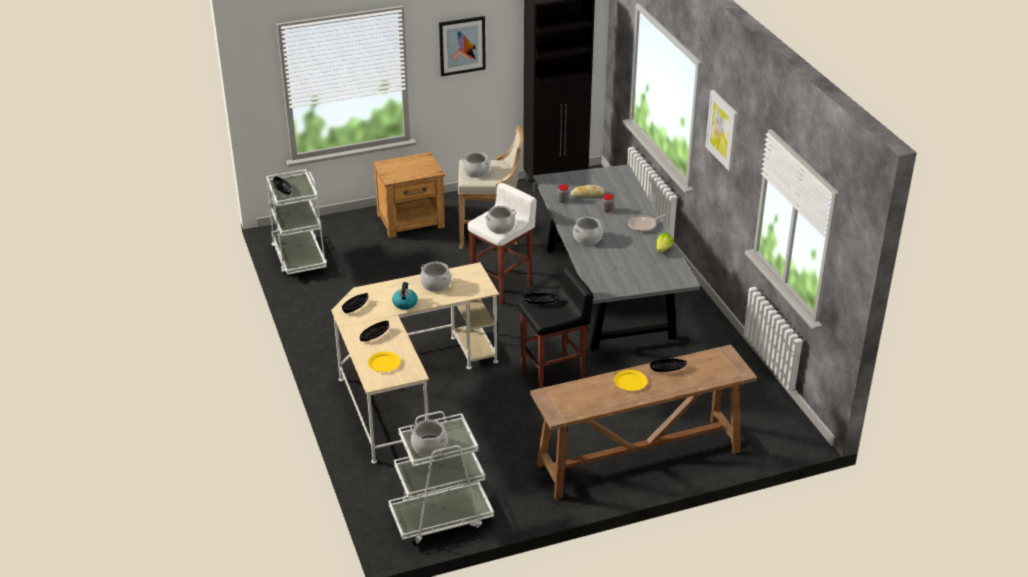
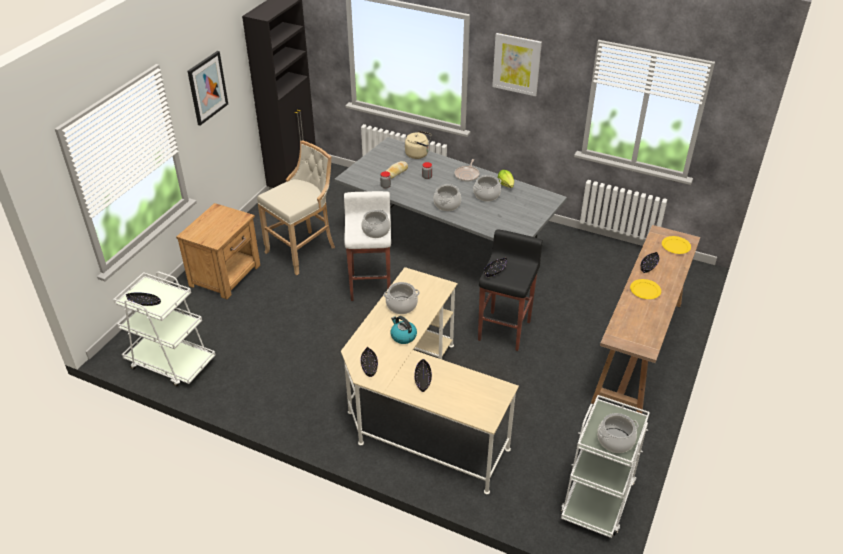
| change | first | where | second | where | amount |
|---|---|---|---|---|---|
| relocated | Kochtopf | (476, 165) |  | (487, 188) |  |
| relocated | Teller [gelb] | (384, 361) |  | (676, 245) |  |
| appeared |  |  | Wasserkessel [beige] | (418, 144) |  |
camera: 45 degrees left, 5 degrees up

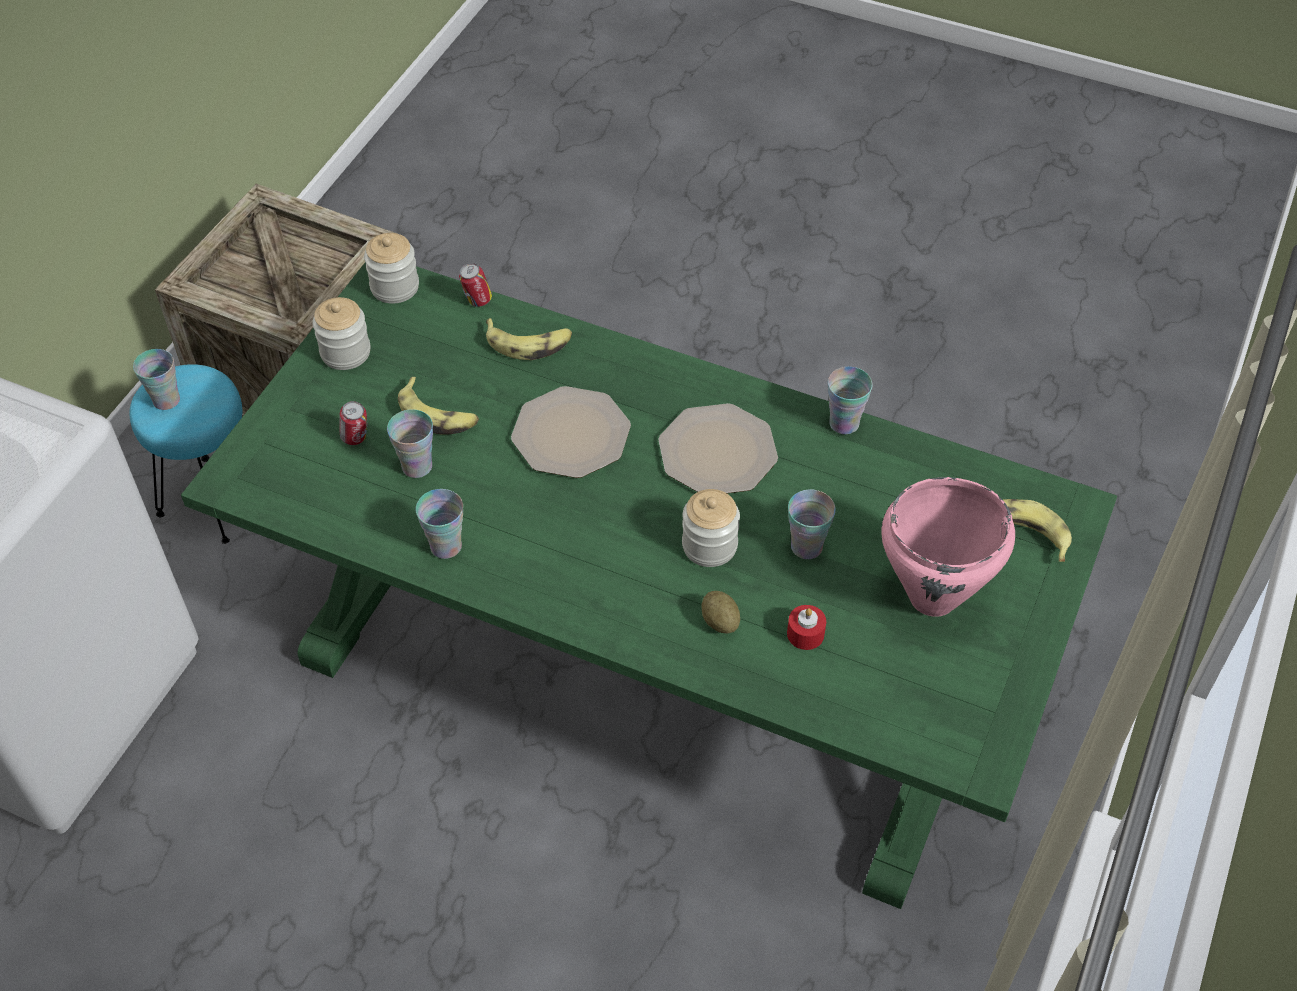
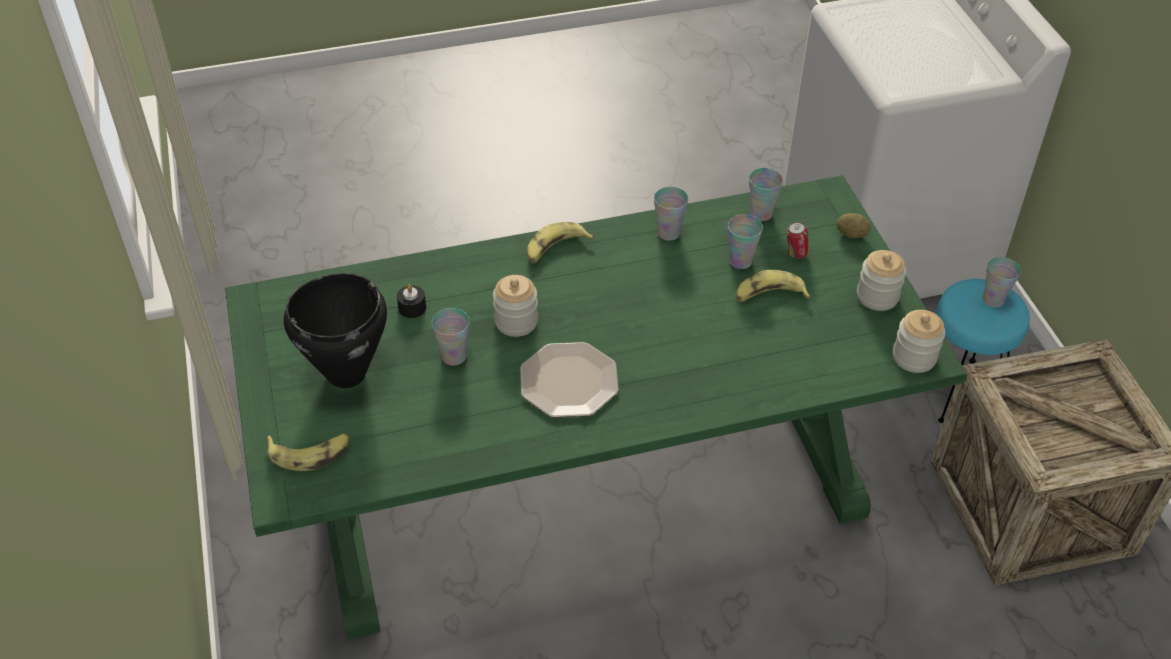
| change | first | where | second | where | amount |
|---|---|---|---|---|---|
| missing | Dose | (475, 285) |  |  |  |
| relocated | Banane | (529, 339) |  | (560, 243) |  |
| relocated | Tasse | (850, 400) |  | (766, 194) |  |
| missing | Teller | (571, 432) |  |  |  |
| colour | Kochtopf [rosa] | (948, 547) | Kochtopf [schwarz] | (335, 330) |  |
| relocated | Kartoffel | (720, 612) |  | (853, 226) |  |
| colour | Kerze [rot] | (806, 627) | Kerze [schwarz] | (411, 301) |  |
camera: 140 degrees right, 5 degrees down

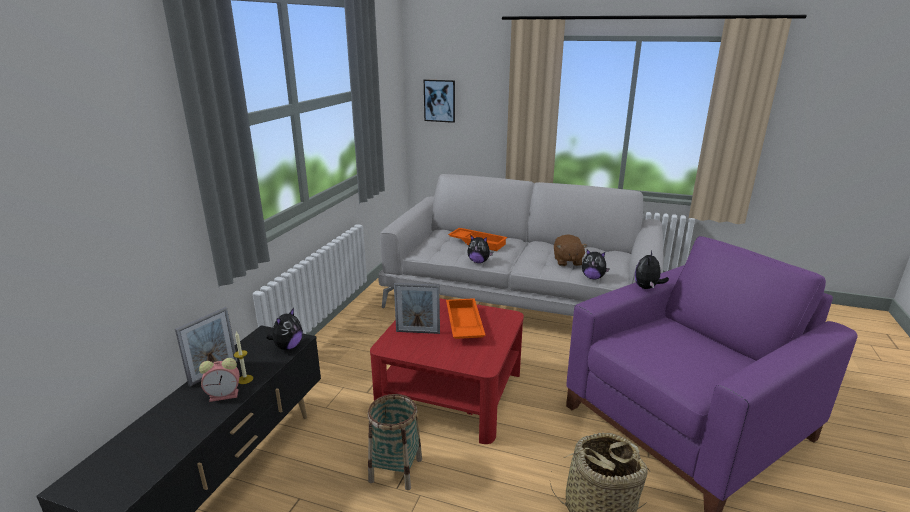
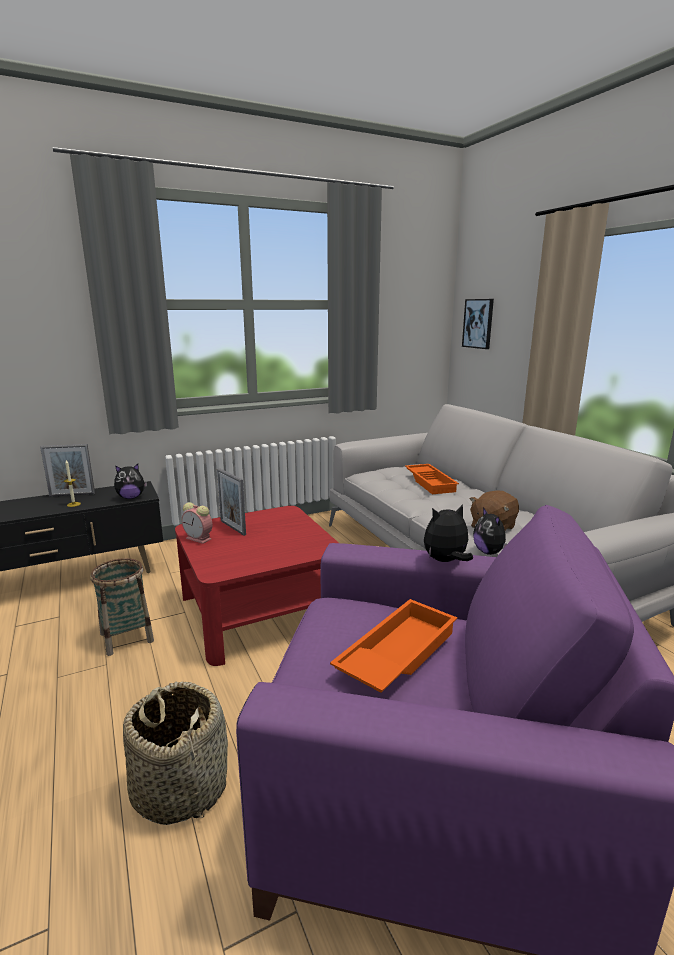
| change | first | where | second | where | amount |
|---|---|---|---|---|---|
| missing | Plüschtier | (480, 249) |  |  |  |
| relocated | Tablett [orange] | (466, 318) |  | (393, 645) |  |
| relocated | Wecker | (219, 380) |  | (197, 523) |  |
camera: 45 degrees right, 5 degrees down

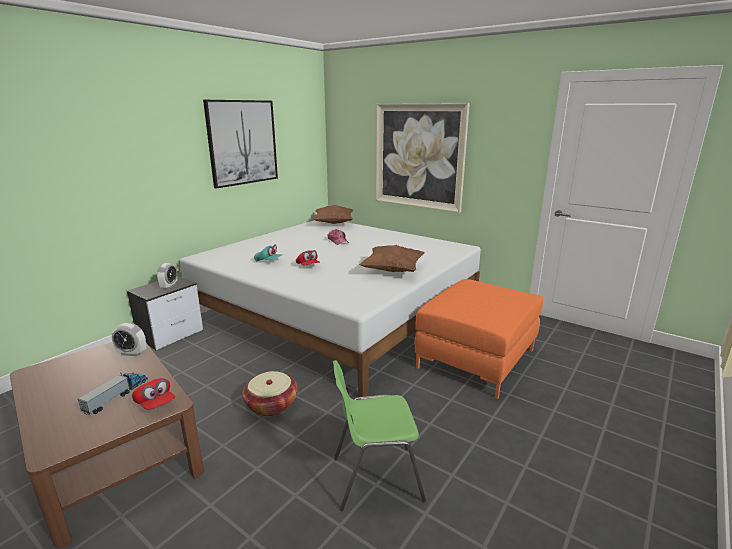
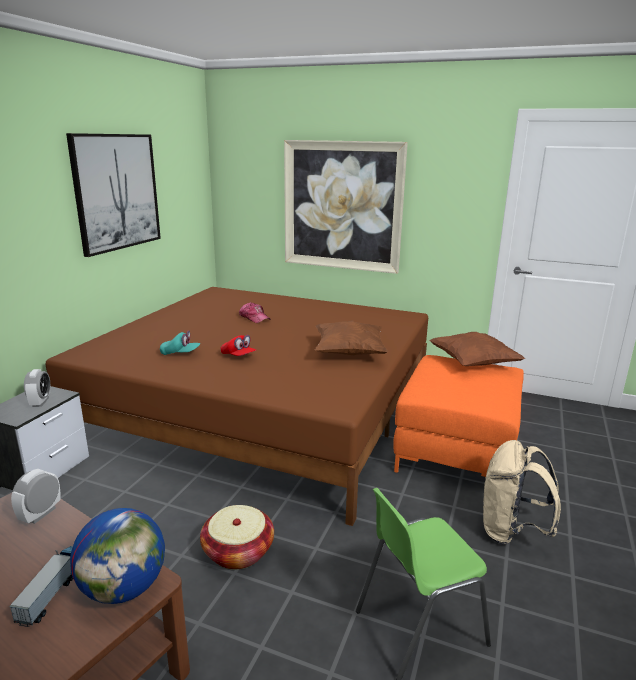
| change | first | where | second | where | amount |
|---|---|---|---|---|---|
| relocated | Kissen [braun] | (333, 214) |  | (477, 349) |  |
| colour | Bett [weiß] | (330, 308) | Bett [braun] | (236, 406) |  |
| spun | Wecker | (128, 339) |  | (36, 496) | 120 degrees clockwise |
| exchanged | Kappe [rot] | (153, 394) | Globus | (117, 556) |  |
| appeared |  |  | Rucksack [beige] | (522, 492) |  |
camera: 15 degrees left, 0 degrees up

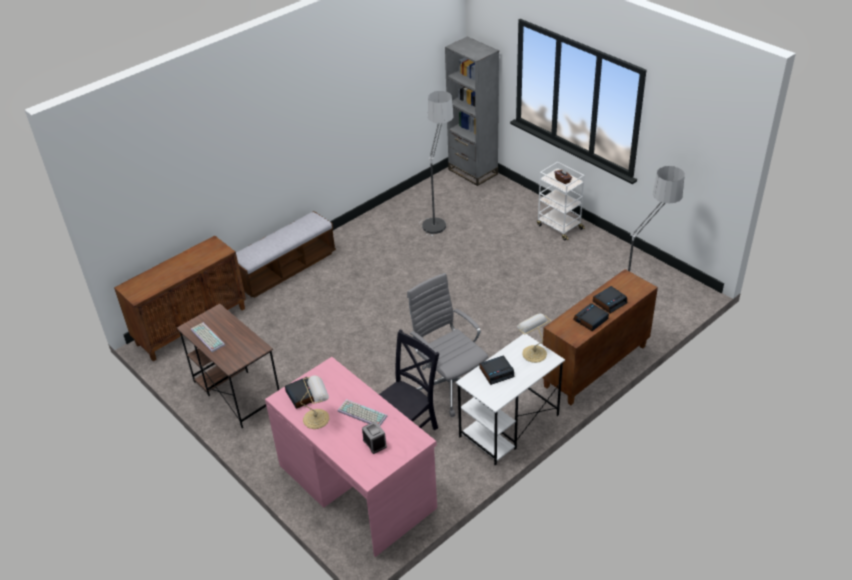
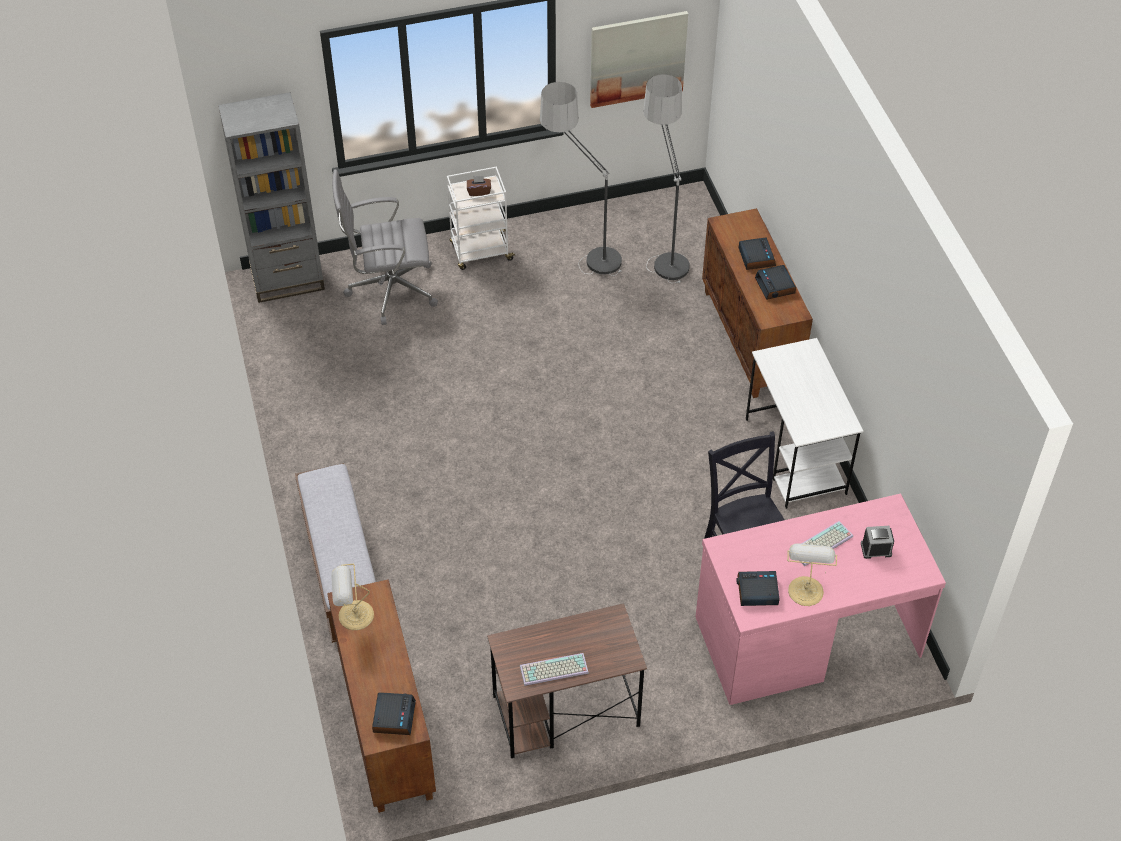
| change | first | where | second | where | amount |
|---|---|---|---|---|---|
| relocated | Stehlampe | (436, 163) |  | (581, 179) |  |
| relocated | Bürostuhl [grau] | (447, 345) |  | (385, 247) |  |
| relocated | Tischlampe | (534, 338) |  | (352, 597) |  |
| relocated | Wecker | (497, 370) |  | (394, 713) |  |
| appeared |  |  | Bild | (639, 59) |  |
camera: 65 degrees left, 10 degrees up

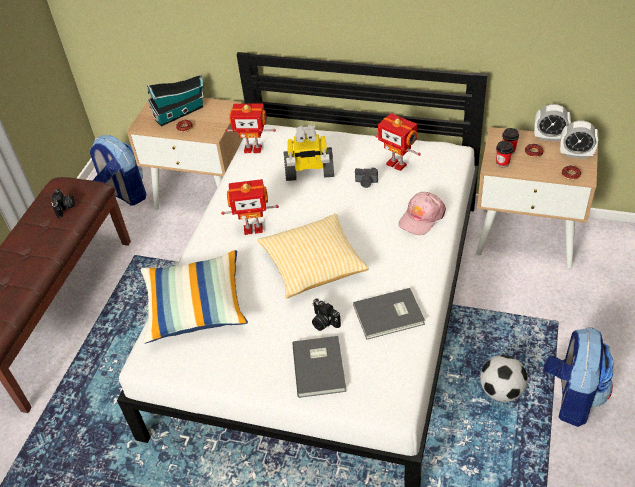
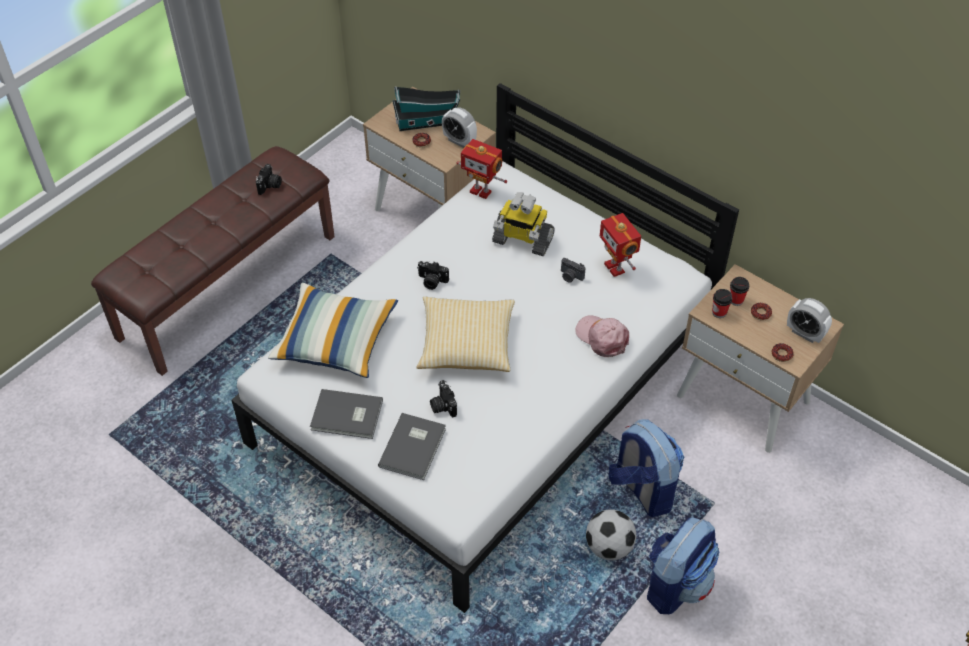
| change | first | where | second | where | amount |
|---|---|---|---|---|---|
| relocated | Wecker | (552, 122) |  | (459, 127) |  |
| relocated | Rucksack | (118, 170) |  | (646, 468) |  |
| exchanged | Spielzeugroboter | (250, 207) | Kamera | (433, 275) |  |
| spun | Kappe [rosa] | (422, 213) |  | (602, 336) | 75 degrees clockwise |
| relocated | Buch [grau] | (389, 314) |  | (346, 414) |  |
camera: 20 degrees right, 5 degrees up

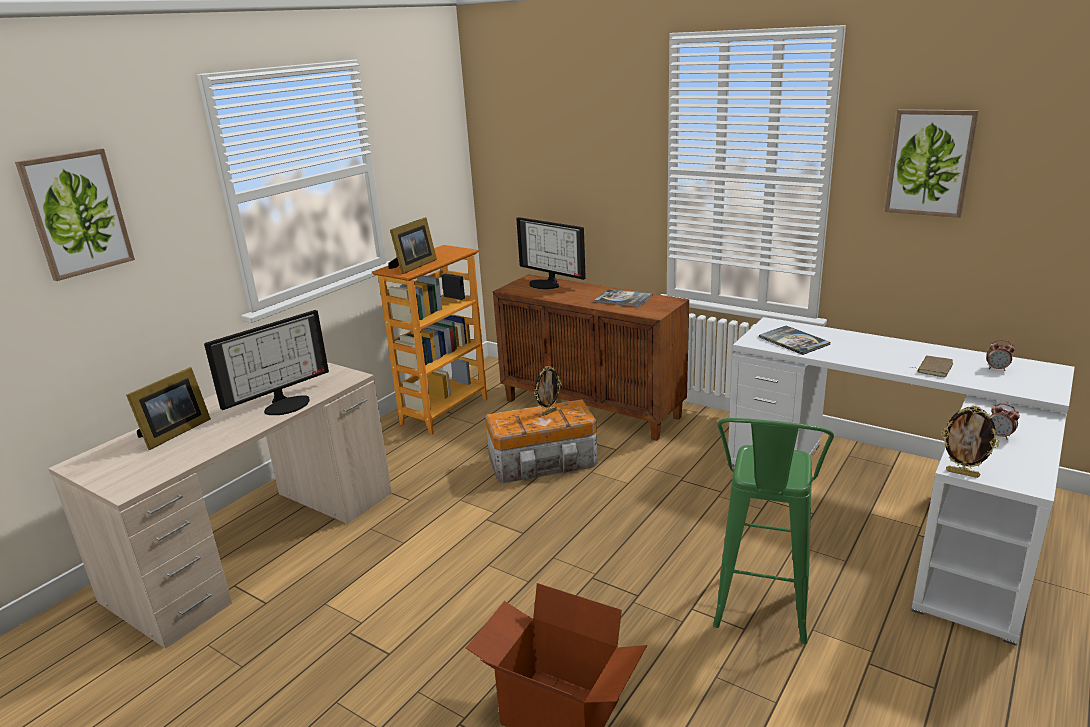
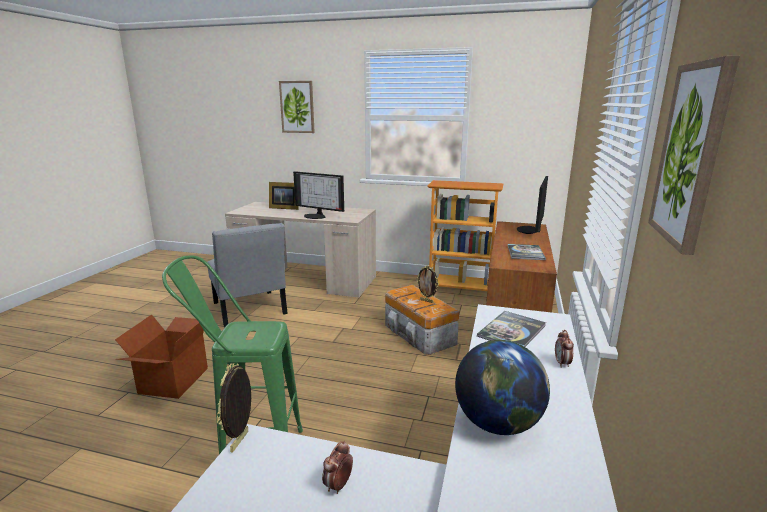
| change | first | where | second | where | amount |
|---|---|---|---|---|---|
| missing | Bilderrahmen | (412, 245) |  |  |  |
| relocated | Wecker | (1000, 355) |  | (564, 349) |  |
| exchanged | Buch [braun] | (933, 366) | Globus | (502, 387) |  |
| appeared |  |  | Stuhl [grau] | (247, 275) |  |
camera: 70 degrees right, 5 degrees down

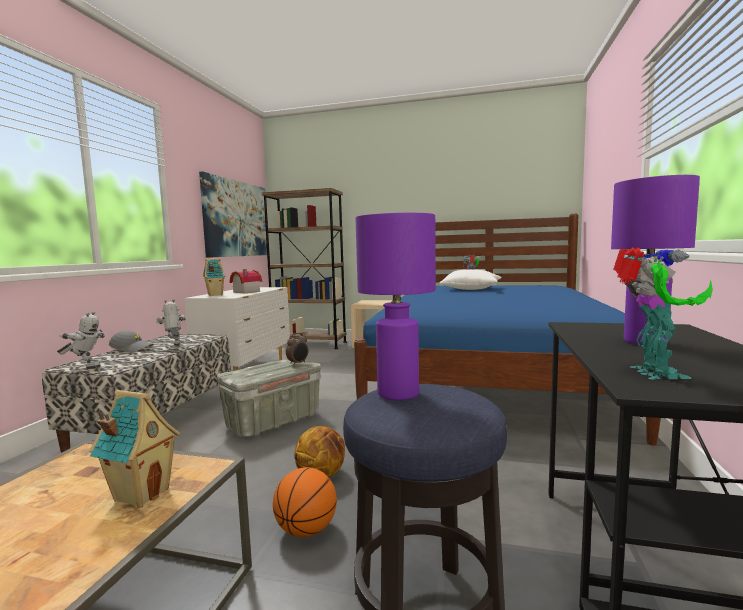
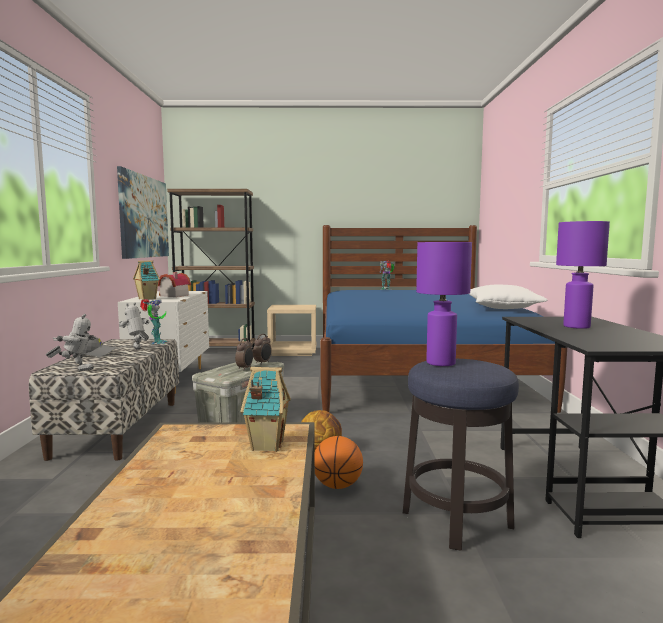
| change | first | where | second | where | amount |
|---|---|---|---|---|---|
| relocated | Spielzeugroboter | (663, 313) |  | (154, 321) |  |
| relocated | Kissen [weiß] | (470, 279) |  | (508, 297) |  |
| appeared |  |  | Wecker | (244, 353) |  |
camera: 15 degrees left, 0 degrees up

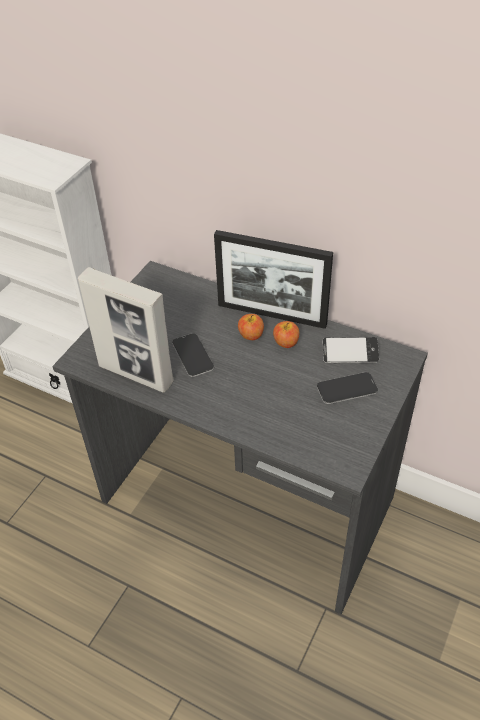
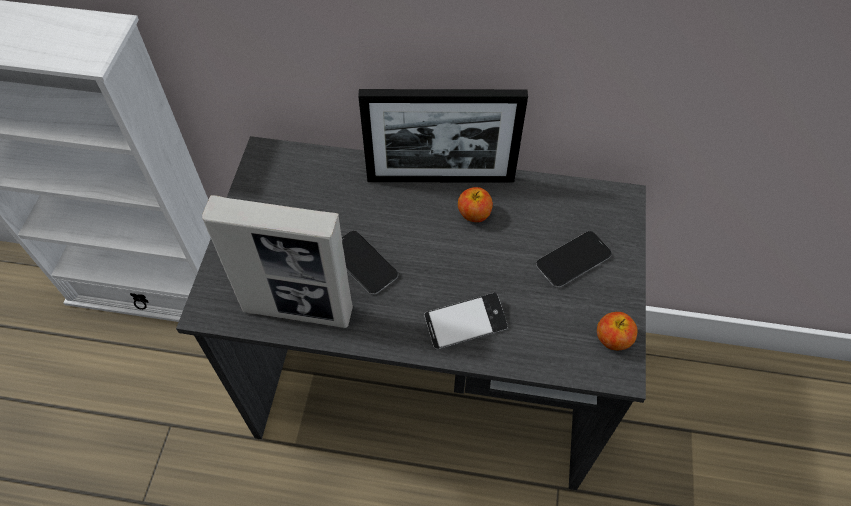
| change | first | where | second | where | amount |
|---|---|---|---|---|---|
| relocated | Apfel | (251, 327) |  | (617, 331) |  |
| relocated | Handy | (350, 350) |  | (466, 321) |  |
camera: 20 degrees left, 10 degrees up

